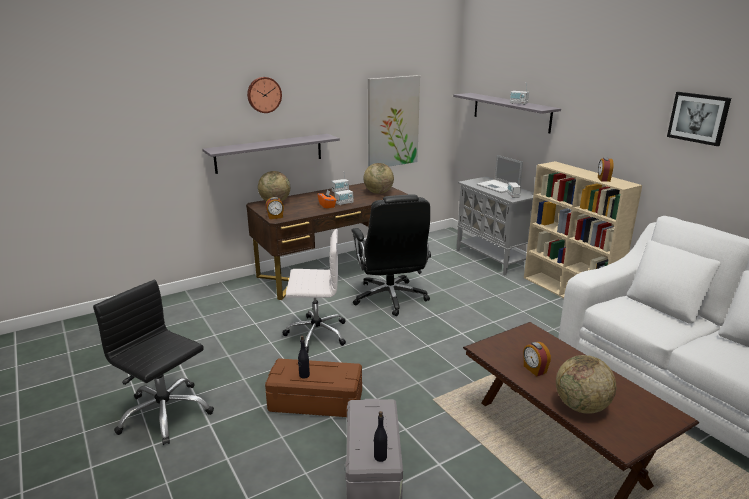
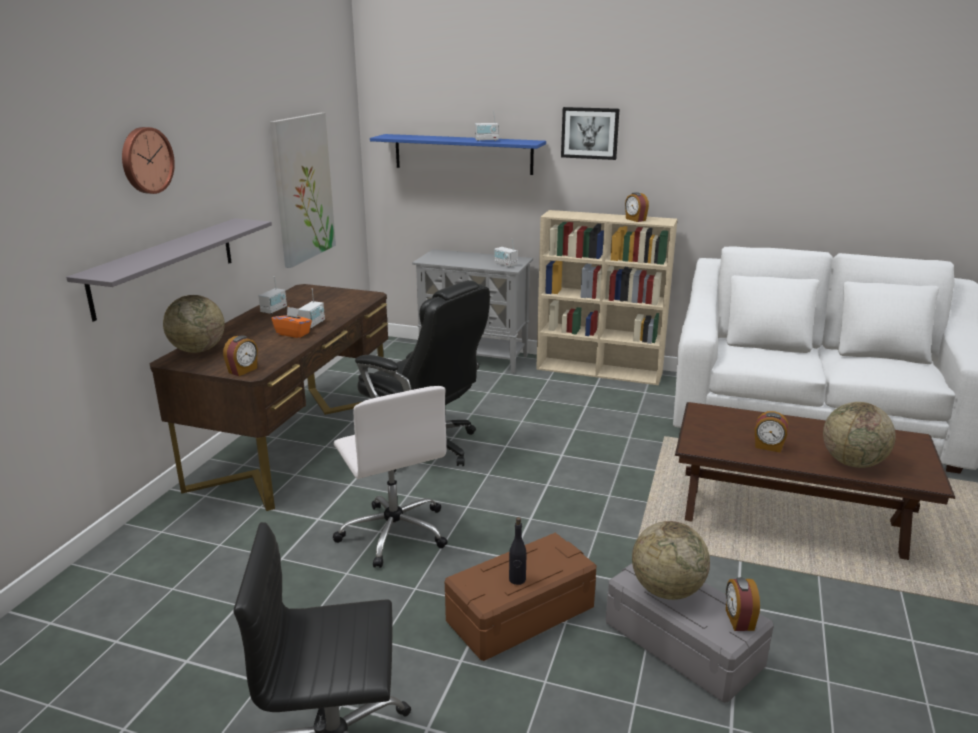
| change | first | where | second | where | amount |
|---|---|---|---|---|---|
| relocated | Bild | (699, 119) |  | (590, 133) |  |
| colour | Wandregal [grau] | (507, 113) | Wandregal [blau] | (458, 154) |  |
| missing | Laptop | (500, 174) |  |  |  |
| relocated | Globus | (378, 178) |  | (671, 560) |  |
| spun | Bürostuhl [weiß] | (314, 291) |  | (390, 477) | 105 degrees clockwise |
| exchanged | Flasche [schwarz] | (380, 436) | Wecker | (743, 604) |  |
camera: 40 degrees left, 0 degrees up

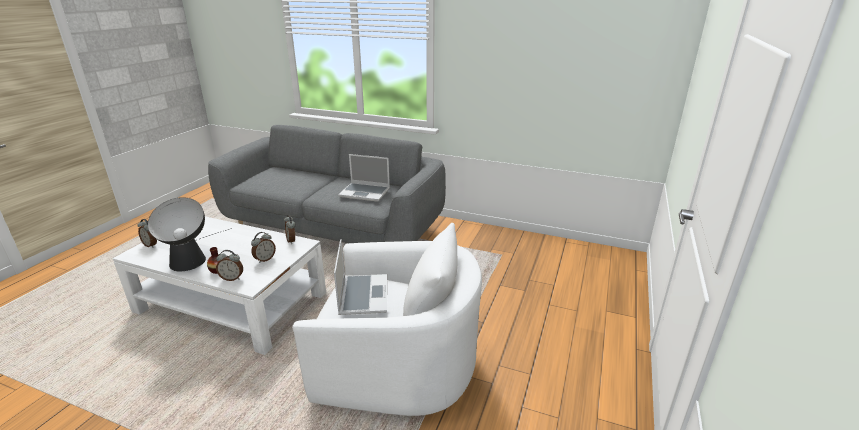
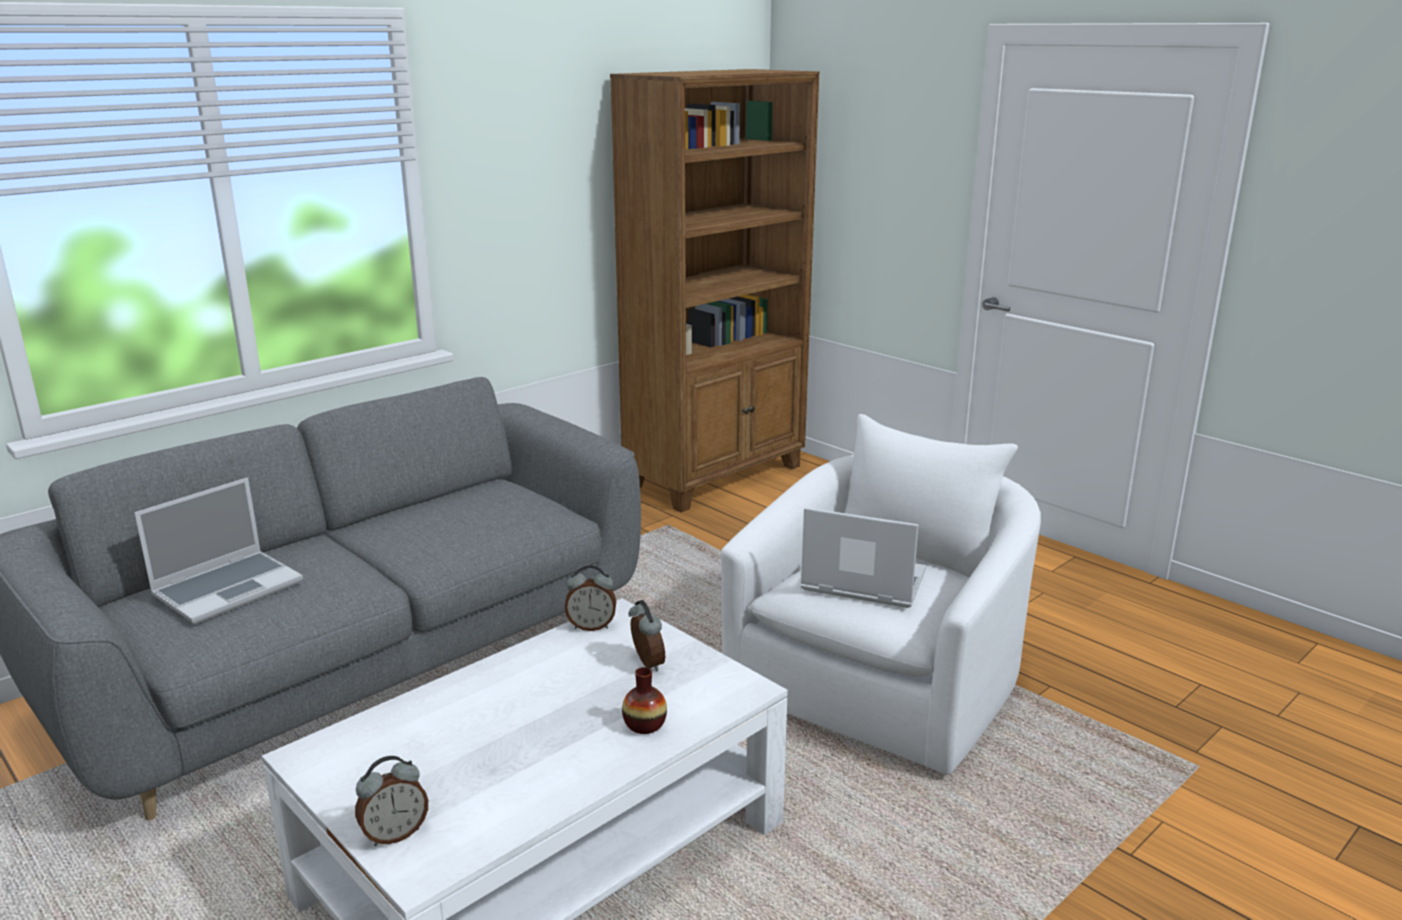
| change | first | where | second | where | amount |
|---|---|---|---|---|---|
| relocated | Laptop | (364, 178) |  | (218, 550) |  |
| missing | Tischlampe | (190, 234) |  |  |  |
| missing | Wecker | (229, 265) |  |  |  |
| appeared |  |  | Bücherregal [braun] | (714, 290) |  |
camera: 65 degrees left, 5 degrees down

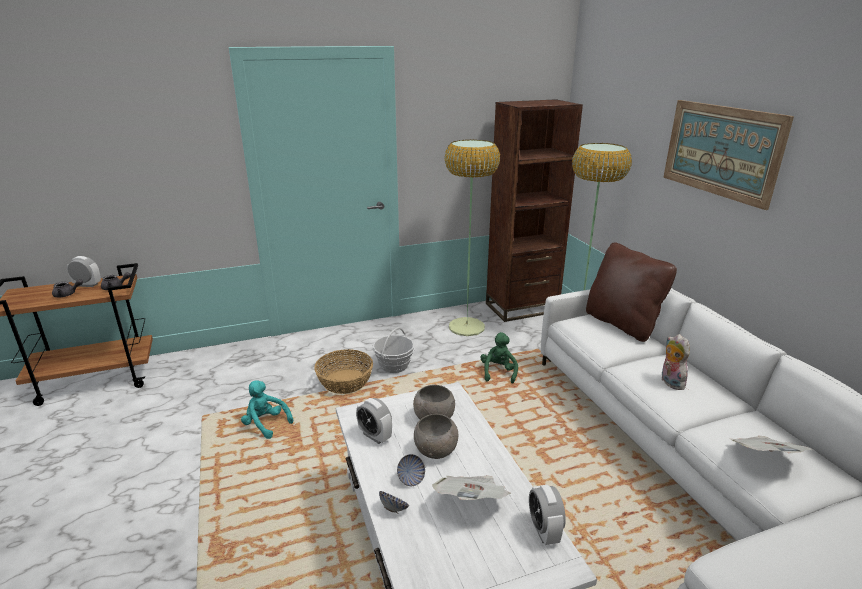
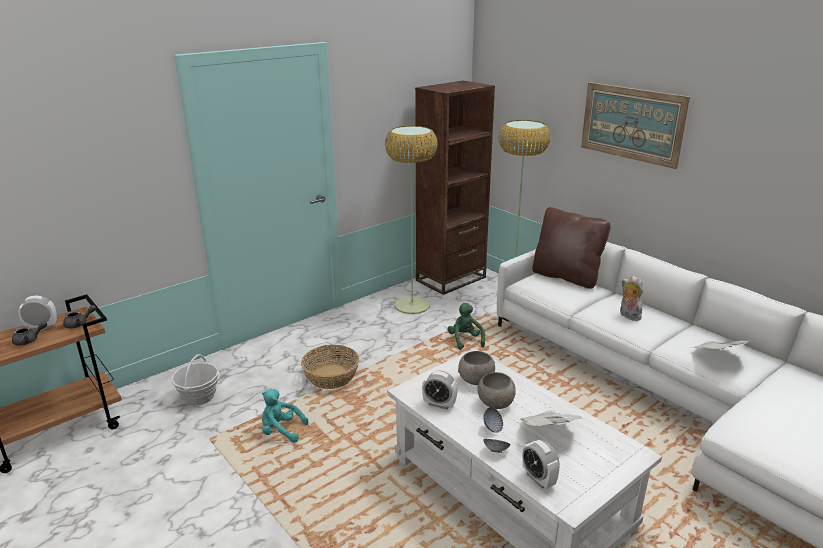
| change | first | where | second | where | amount |
|---|---|---|---|---|---|
| relocated | Korb | (394, 350) |  | (195, 380) |  |
| relocated | Wecker | (547, 515) |  | (540, 464) |  |
camera: 20 degrees left, 0 degrees up

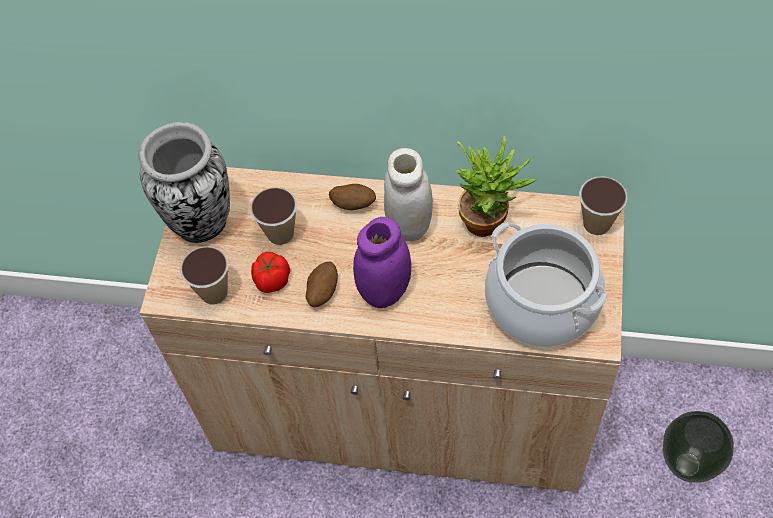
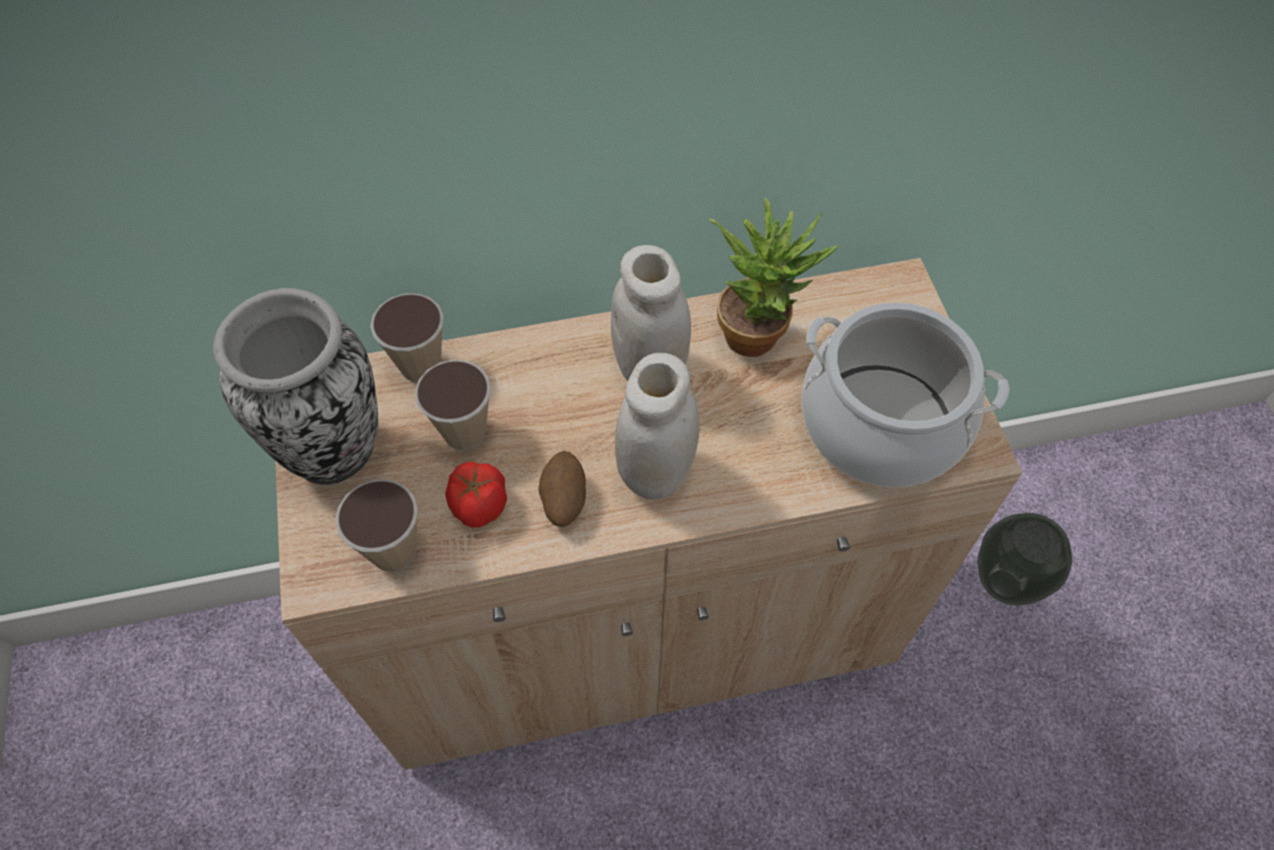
| change | first | where | second | where | amount |
|---|---|---|---|---|---|
| relocated | Tasse | (603, 205) |  | (407, 337) |  |
| missing | Kartoffel | (352, 197) |  |  |  |
| colour | Vorratsglas [lila] | (382, 262) | Vorratsglas [weiß] | (657, 426) |  |
camera: 25 degrees left, 0 degrees up

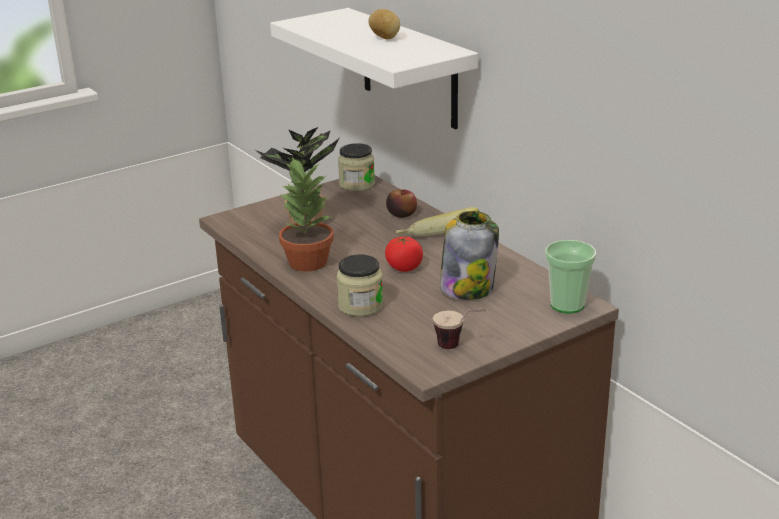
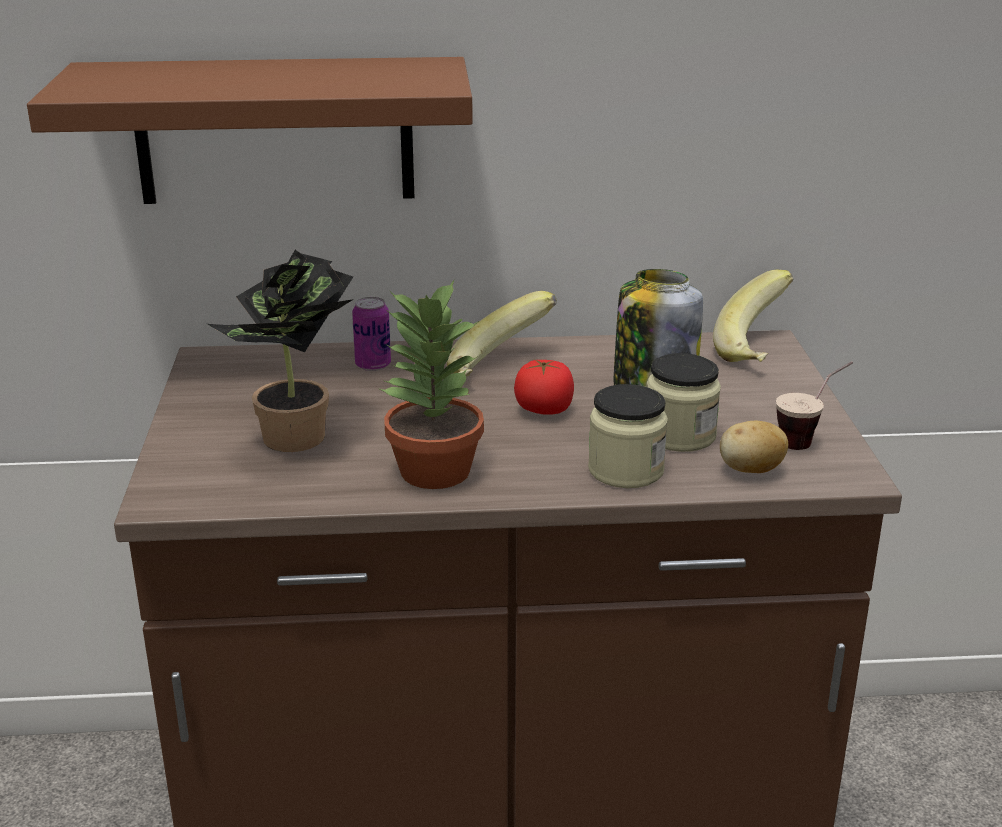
| change | first | where | second | where | amount |
|---|---|---|---|---|---|
| colour | Wandregal [weiß] | (374, 68) | Wandregal [braun] | (250, 130) |  |
| relocated | Kartoffel | (384, 24) |  | (754, 447) |  |
| relocated | Vorratsglas | (356, 167) |  | (683, 402) |  |
| exchanged | Apfel | (401, 203) | Dose | (371, 334) |  |
| exchanged | Tasse | (571, 276) | Banane | (753, 316) |  |
camera: 60 degrees left, 0 degrees up

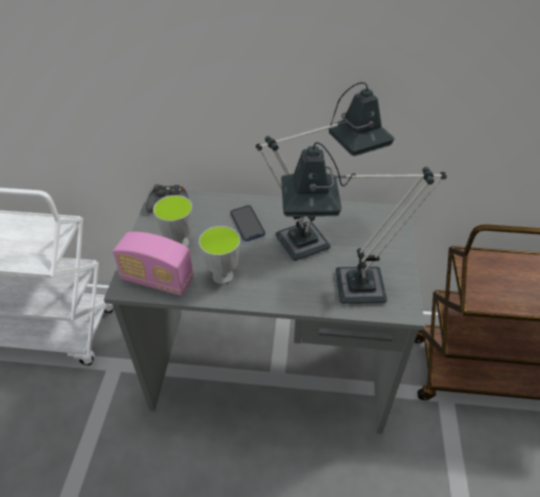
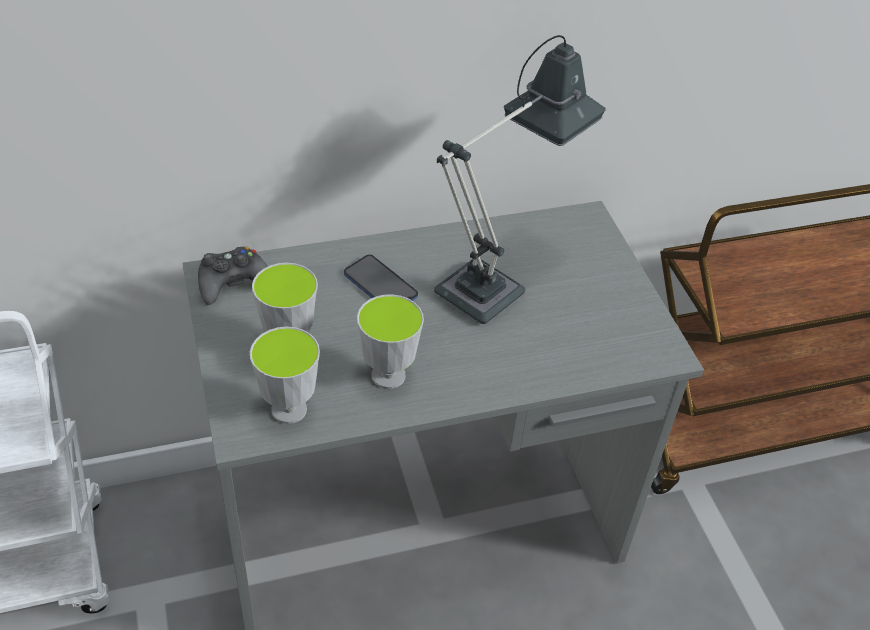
| change | first | where | second | where | amount |
|---|---|---|---|---|---|
| missing | Tischlampe | (364, 223) |  |  |  |
| exchanged | Radio | (153, 264) | Tasse | (285, 375) |  |
camera: 25 degrees left, 0 degrees up

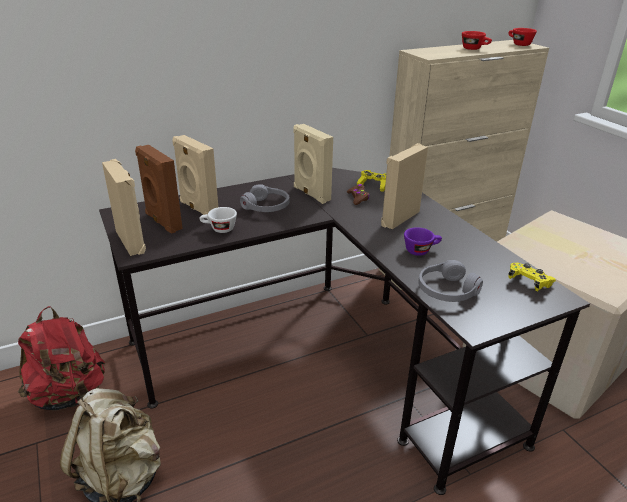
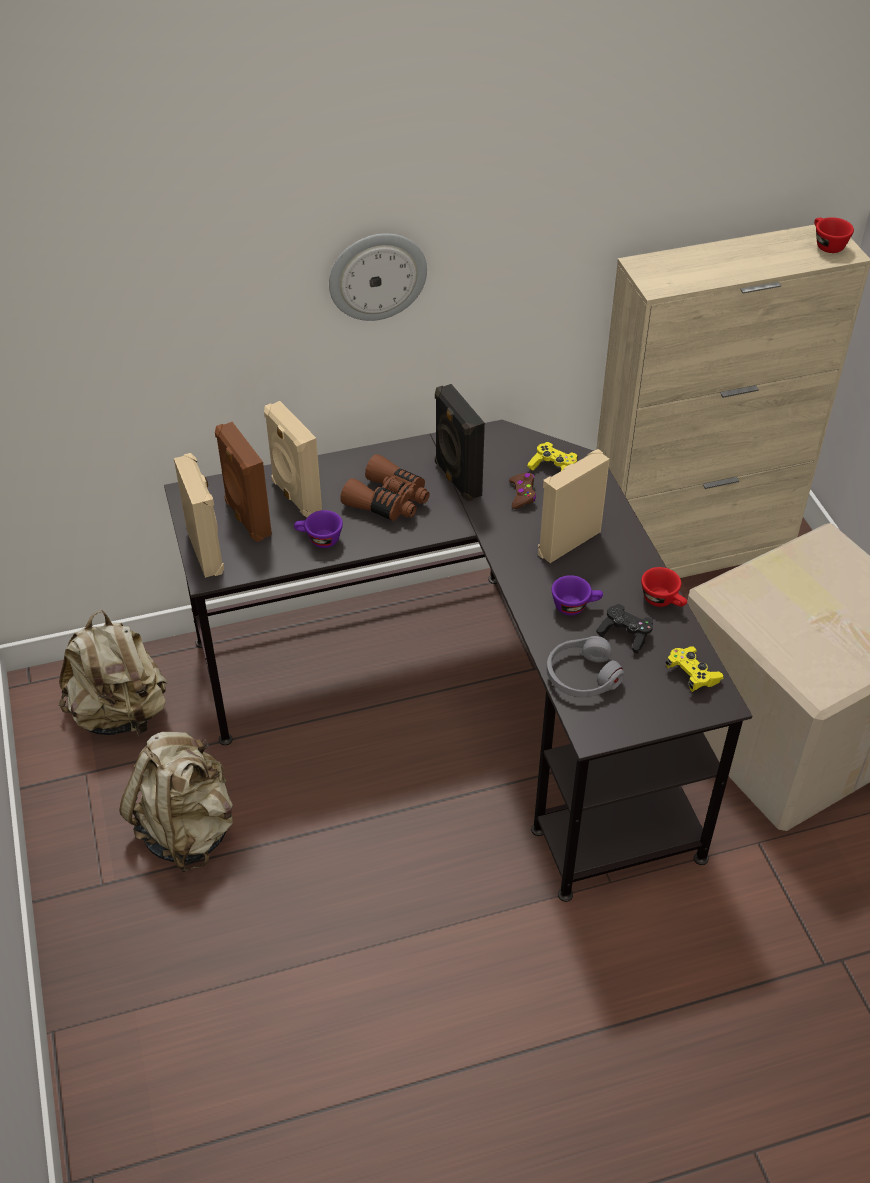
| change | first | where | second | where | amount |
|---|---|---|---|---|---|
| relocated | Tasse [rot] | (477, 40) |  | (664, 587) |  |
| colour | Lautsprecher [beige] | (313, 164) | Lautsprecher [schwarz] | (460, 443) |  |
| exchanged | Kopfhörer [grau] | (265, 198) | Fernglas [braun] | (385, 487) |  |
| colour | Tasse [weiß] | (218, 220) | Tasse [lila] | (318, 529) |  |
| colour | Rucksack [rot] | (61, 358) | Rucksack [beige] | (112, 674) |  |
| appeared |  |  | Wanduhr | (378, 277) |  |
| appeared |  |  | Gamepad [schwarz] | (624, 628) |  |
camera: 10 degrees right, 15 degrees up

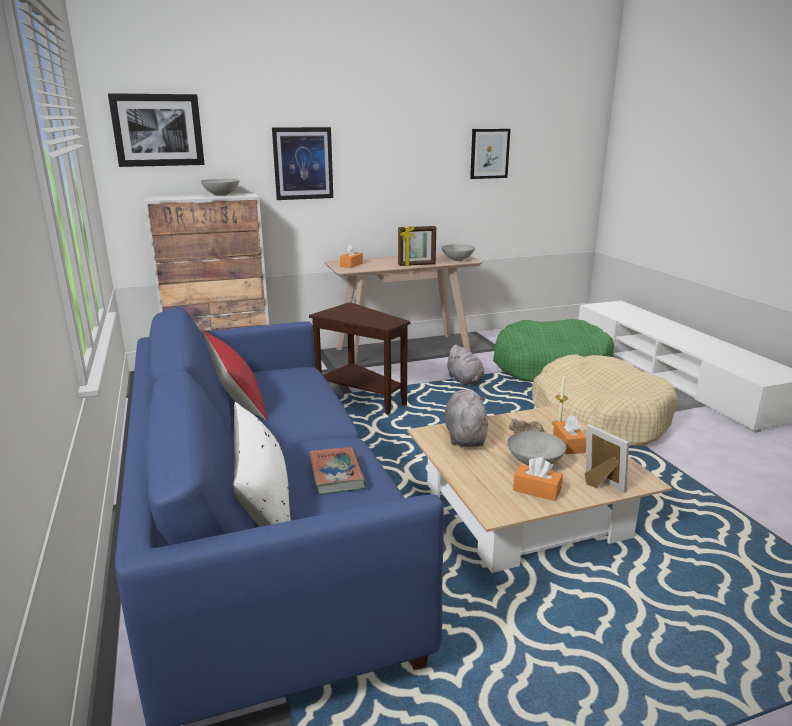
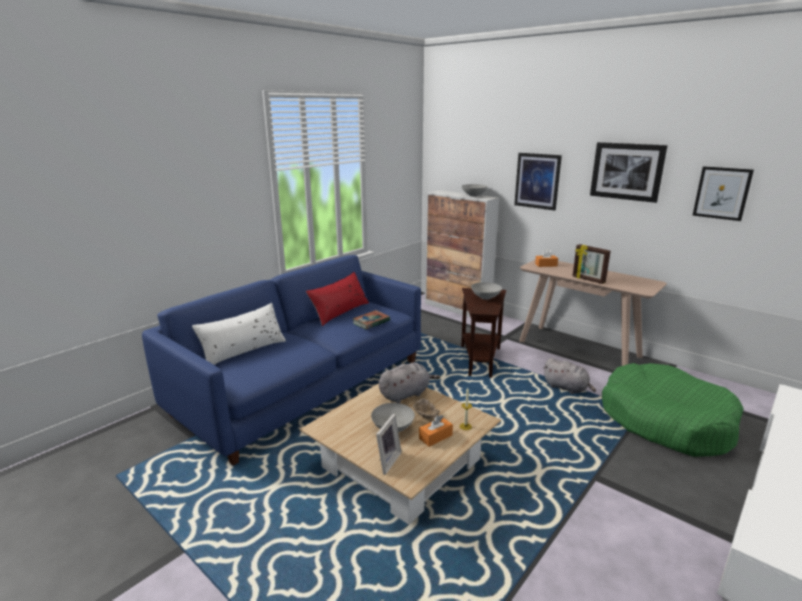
| change | first | where | second | where | amount |
|---|---|---|---|---|---|
| relocated | Bild | (156, 130) |  | (628, 172) |  |
| relocated | Schüssel [grau] | (458, 252) |  | (486, 291) |  |
| spun | Plüschtier [grau] | (464, 364) |  | (570, 376) | 90 degrees counterclockwise |
| missing | Hundebett [beige] | (605, 400) |  |  |  |
| relocated | Buch | (337, 471) |  | (371, 320) |  |
| missing | Taschentuchbox [orange] | (538, 479) |  |  |  |
camera: 60 degrees right, 0 degrees up

